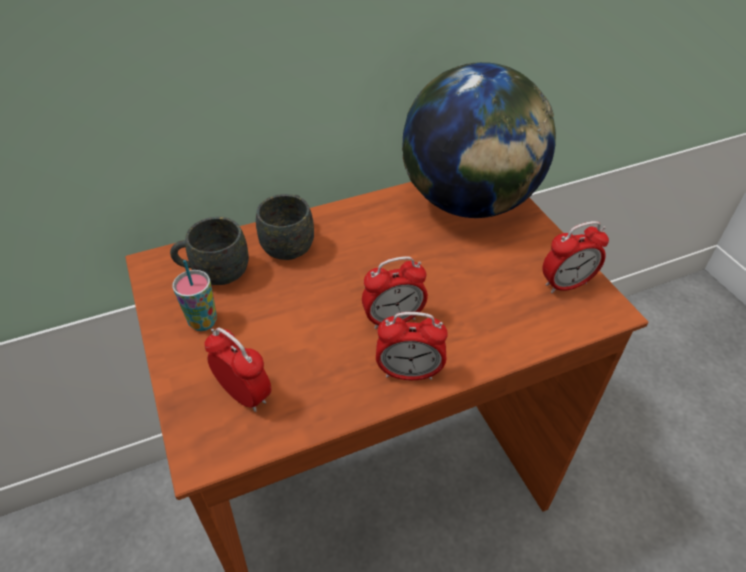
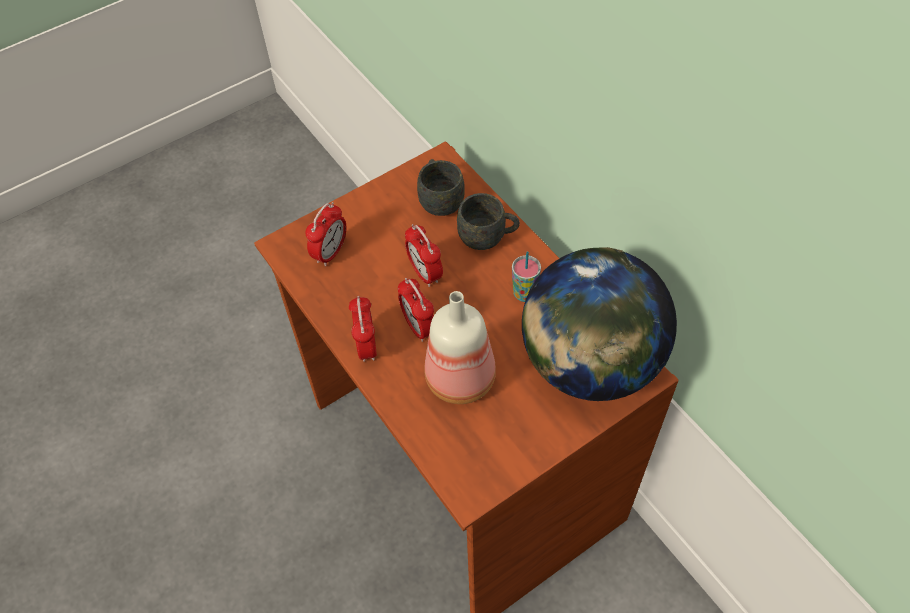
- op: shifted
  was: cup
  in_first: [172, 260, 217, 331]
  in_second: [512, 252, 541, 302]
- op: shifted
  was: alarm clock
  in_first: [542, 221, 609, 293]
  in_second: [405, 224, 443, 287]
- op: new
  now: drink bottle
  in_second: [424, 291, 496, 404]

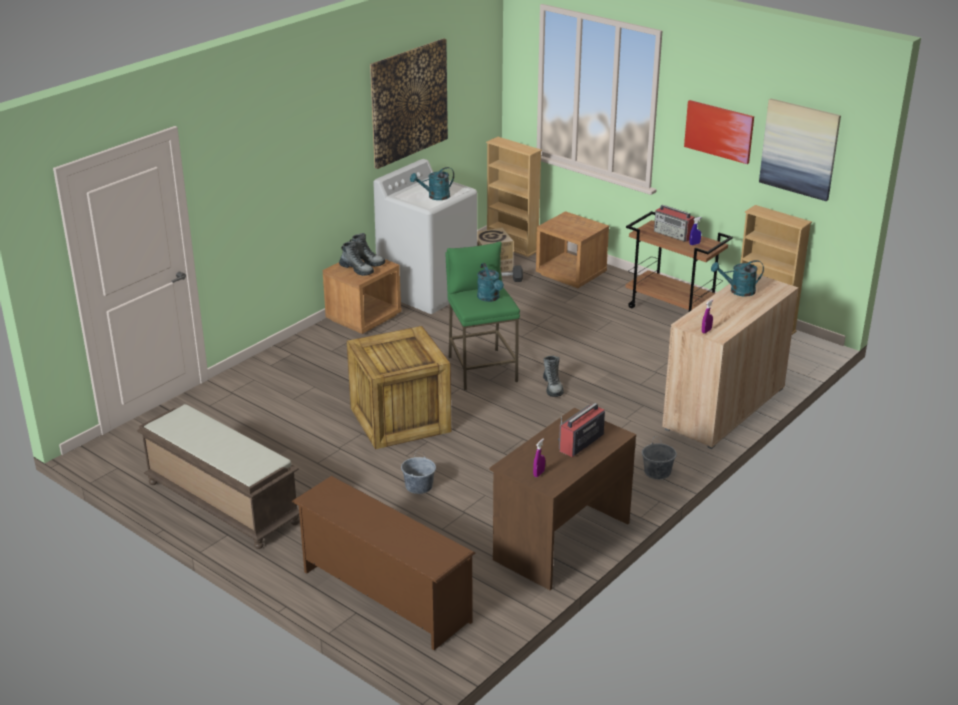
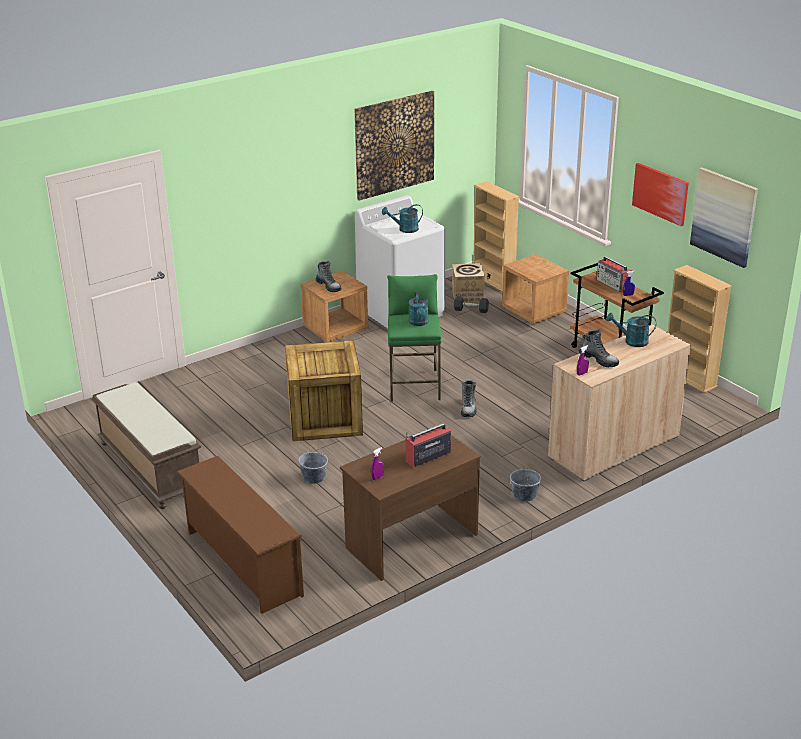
- op: shifted
  was: high-top boot
  in_first: [350, 233, 385, 267]
  in_second: [579, 329, 619, 367]

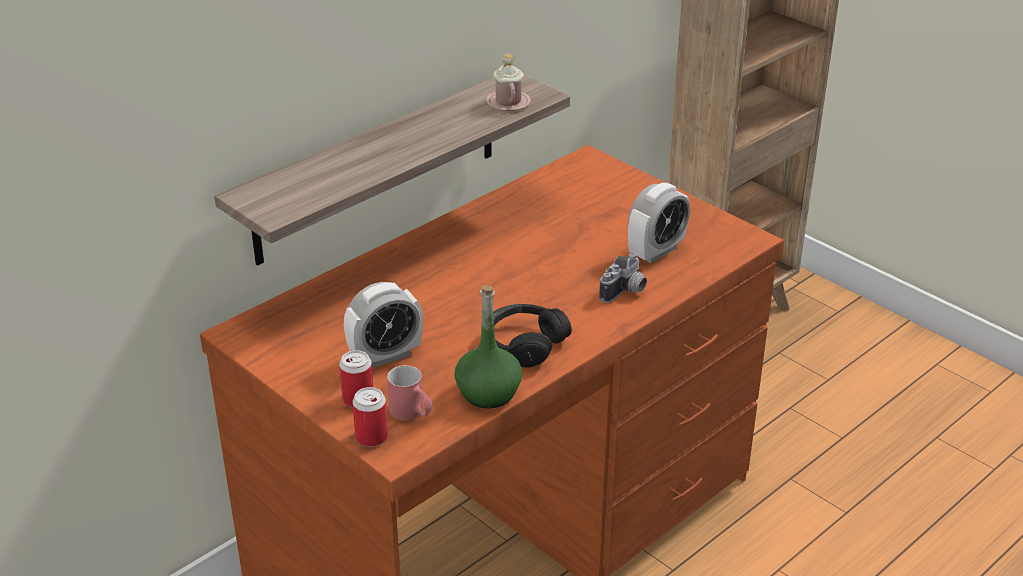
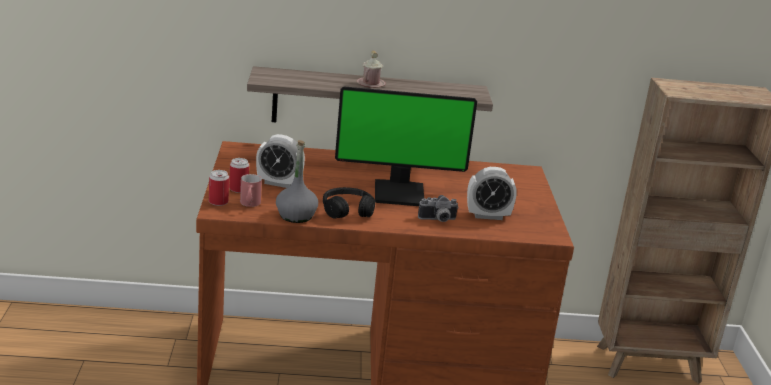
- op: repainted
  was: green-coloured drink bottle
  now: greyish drink bottle
  in_first: [454, 285, 522, 408]
  in_second: [276, 140, 318, 223]
- op: shifted
  was: pink coffee mug
  in_first: [486, 54, 531, 111]
  in_second: [357, 51, 386, 88]
- op: new
  now: computer display
  in_second: [335, 86, 477, 206]

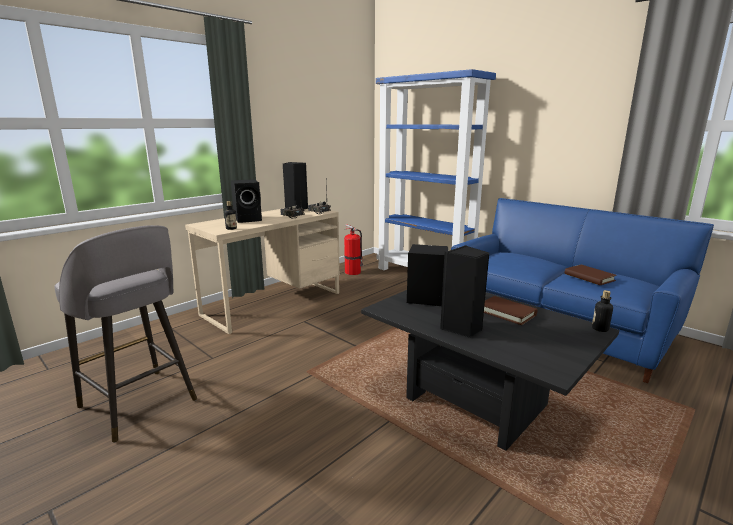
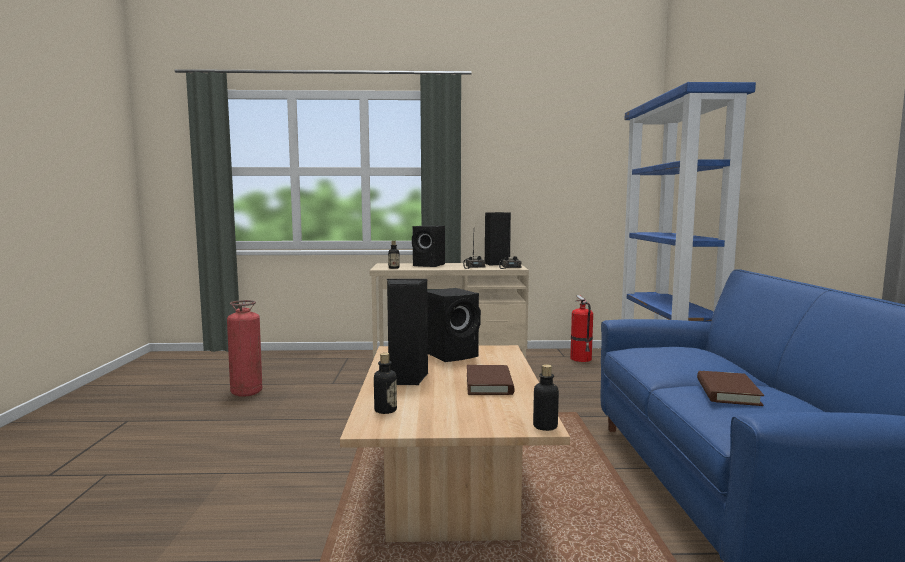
- op: swapped
  was: greyish sitting stool
  now: extinguisher
  in_first: [54, 225, 197, 443]
  in_second: [227, 300, 262, 397]
- op: repainted
  was: black low table
  now: beige low table
  in_first: [361, 290, 619, 451]
  in_second: [340, 345, 570, 542]
- op: new
  now: drink bottle
  in_second: [374, 353, 397, 414]

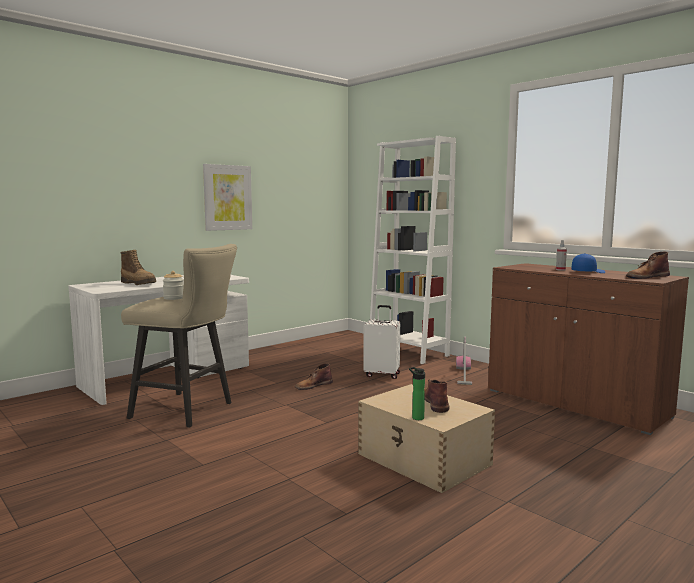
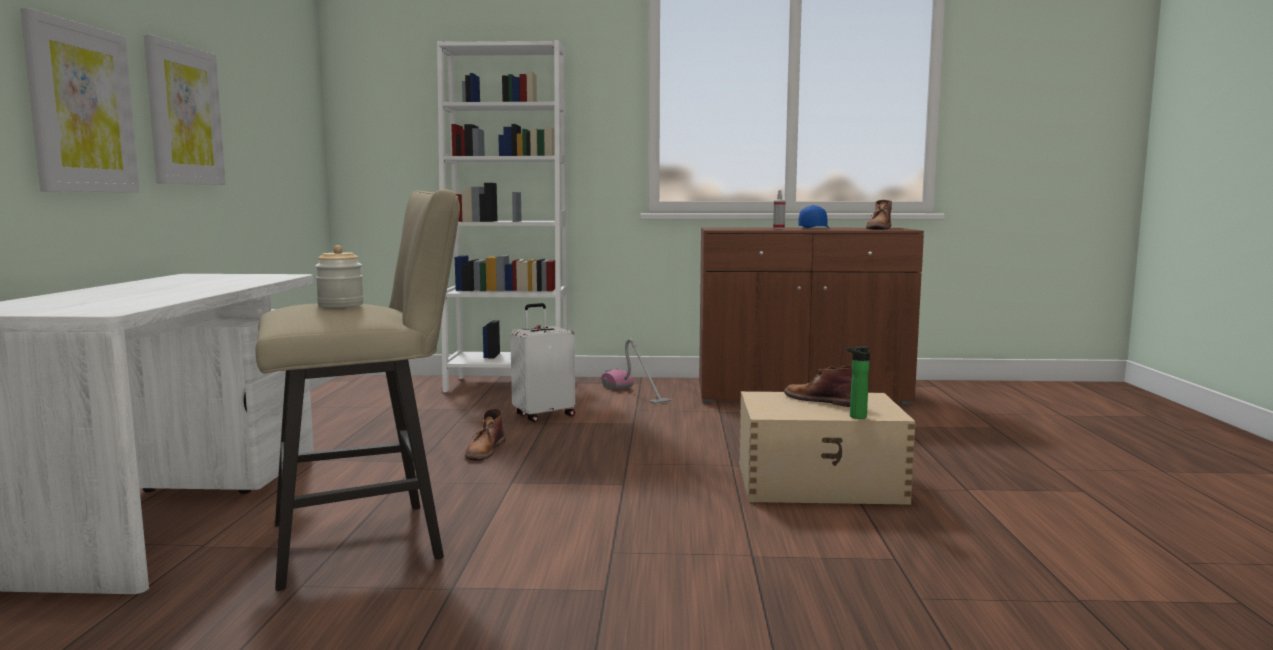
- op: gone
  was: high-top boot
  in_first: [120, 250, 156, 285]
- op: new
  now: picture
  in_second: [20, 8, 140, 192]

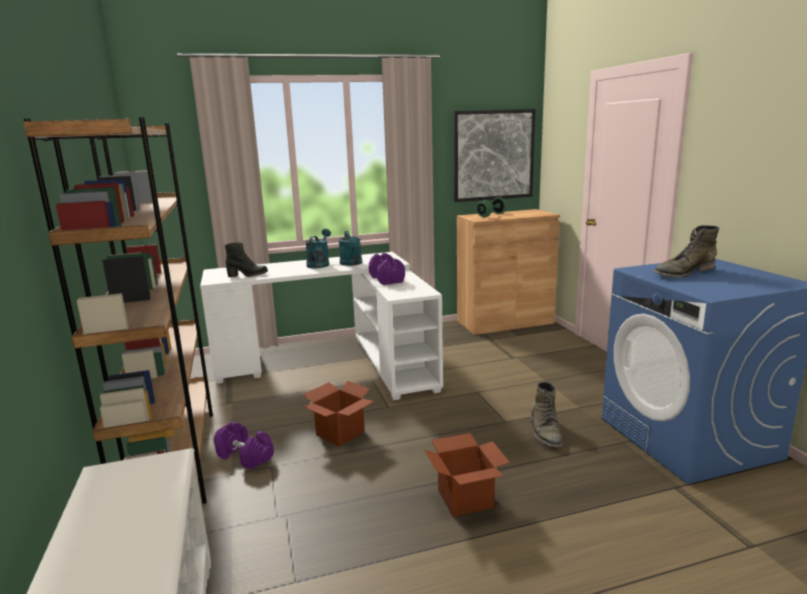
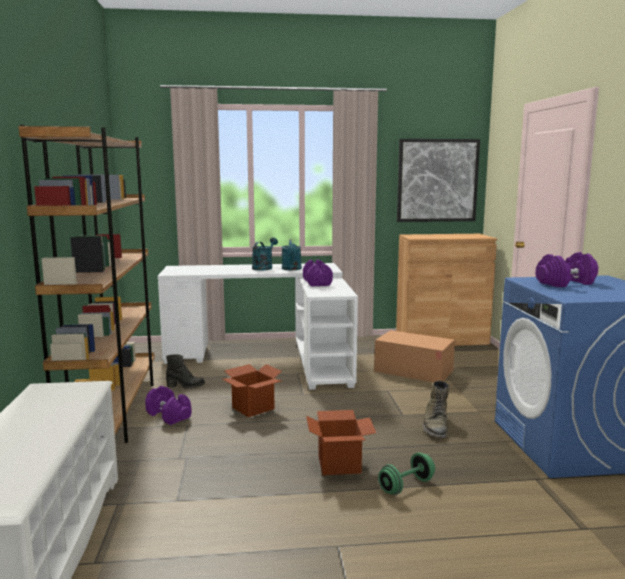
- op: shifted
  was: black high-top boot
  in_first: [225, 242, 268, 277]
  in_second: [166, 354, 205, 389]
- op: shifted
  was: green-coloured hand weight
  in_first: [476, 197, 507, 217]
  in_second: [378, 452, 435, 495]
- op: swapped
  was: green-coloured high-top boot
  now: purplish hand weight
  in_first: [653, 225, 719, 278]
  in_second: [536, 252, 598, 287]
- op: new
  now: carton
  in_second: [374, 330, 455, 382]

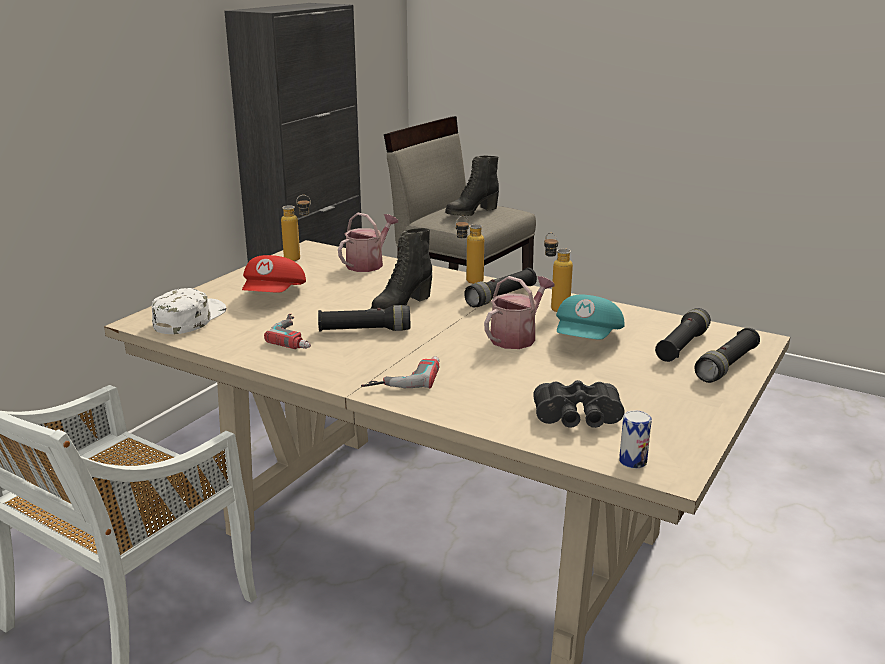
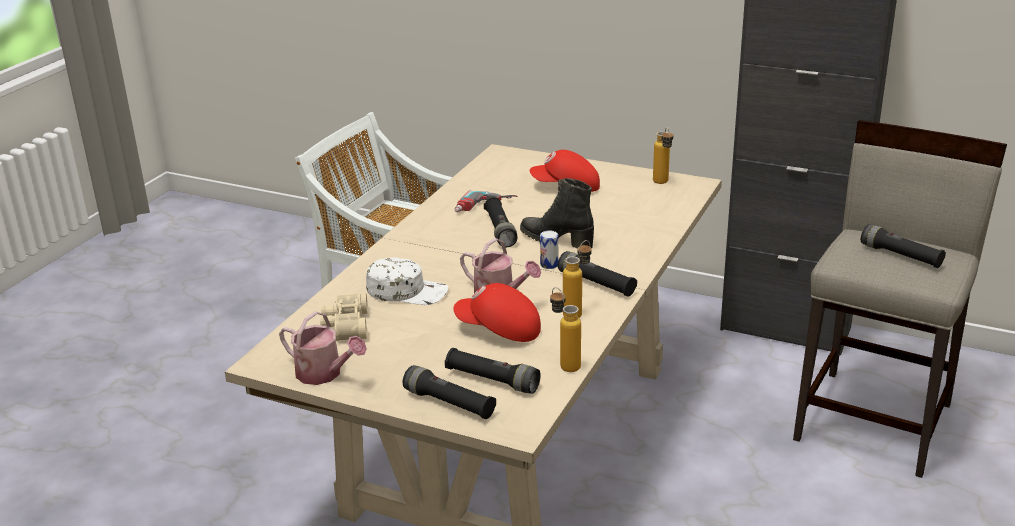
- op: shifted
  was: whitish baseball cap
  in_first: [152, 288, 226, 334]
  in_second: [366, 257, 449, 305]
- op: shifted
  was: sprinkling can
  in_first: [338, 212, 398, 272]
  in_second: [279, 311, 367, 385]
- op: gone
  was: electric drill
  in_first: [361, 356, 439, 388]
- op: swapped
  was: black high-top boot
  now: black flashlight
  in_first: [445, 156, 499, 216]
  in_second: [861, 224, 946, 268]
- op: shifted
  was: drink bottle
  in_first: [456, 216, 484, 284]
  in_second: [550, 287, 581, 372]
- op: repainted
  was: black pair of binoculars
  now: beige pair of binoculars
  in_first: [533, 380, 624, 428]
  in_second: [320, 293, 368, 341]
- op: repainted
  was: blue-green baseball cap
  now: reddish baseball cap
  in_first: [556, 294, 625, 340]
  in_second: [454, 283, 541, 342]
- op: shifted
  was: sealed can
  in_first: [619, 410, 652, 468]
  in_second: [540, 230, 558, 269]

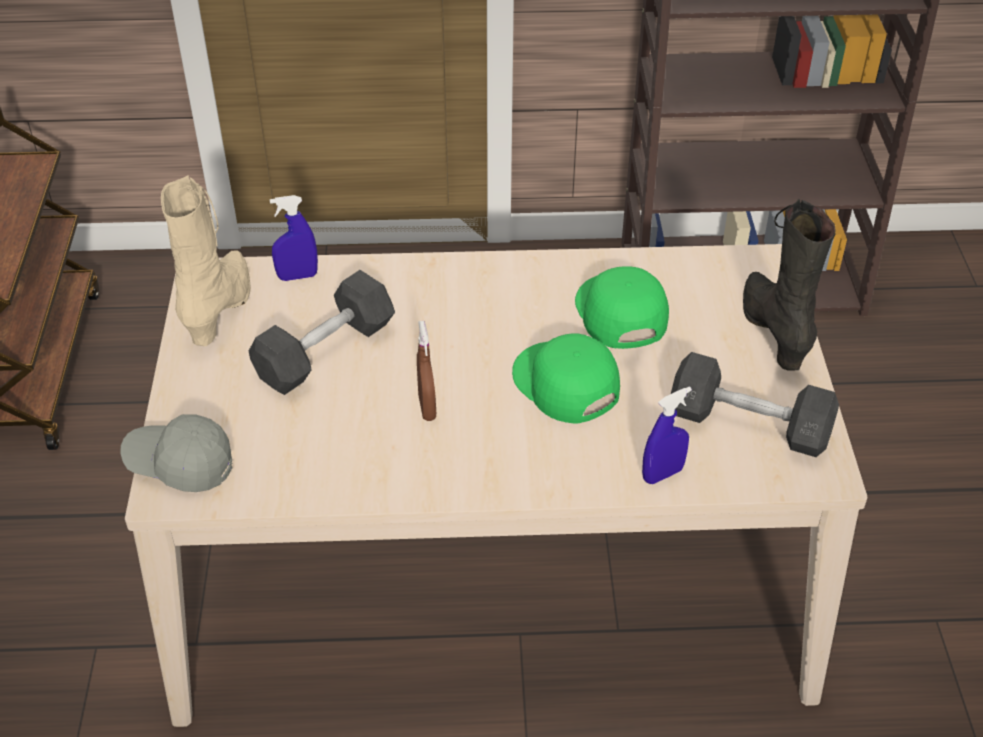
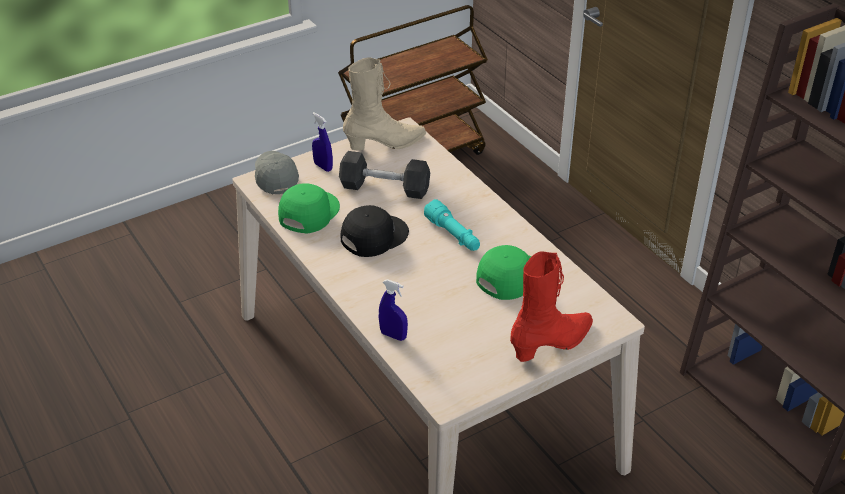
- op: shifted
  was: bluish sprayer
  in_first: [270, 195, 318, 281]
  in_second: [312, 112, 333, 172]
- op: swapped
  was: brown-coloured sprayer
  now: black baseball cap
  in_first: [417, 321, 436, 421]
  in_second: [340, 205, 409, 257]
- op: shifted
  was: green-coloured baseball cap
  in_first: [512, 333, 620, 423]
  in_second: [278, 183, 340, 233]
- op: gone
  was: greyish hand weight
  in_first: [671, 352, 839, 457]
- op: repainted
  was: black high-top boot
  now: reddish high-top boot
  in_first: [743, 199, 836, 371]
  in_second: [510, 251, 593, 362]
- op: new
  now: blue-green flashlight
  in_second: [424, 199, 480, 251]

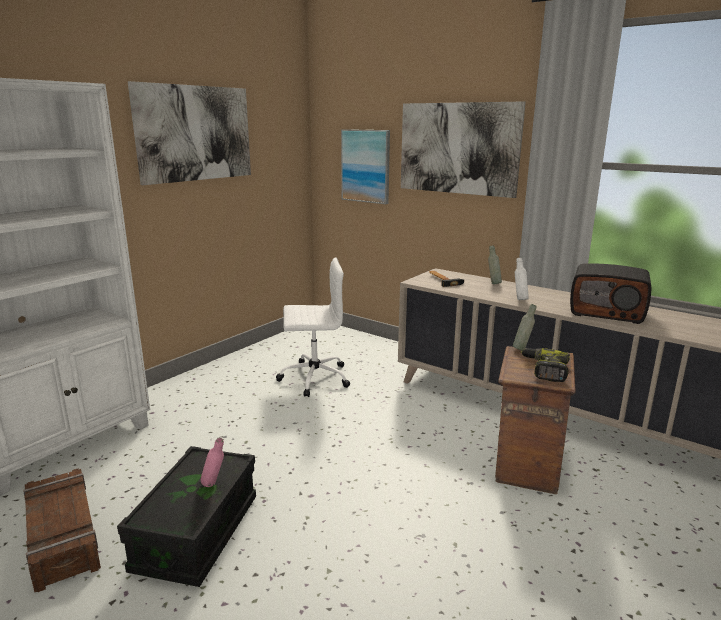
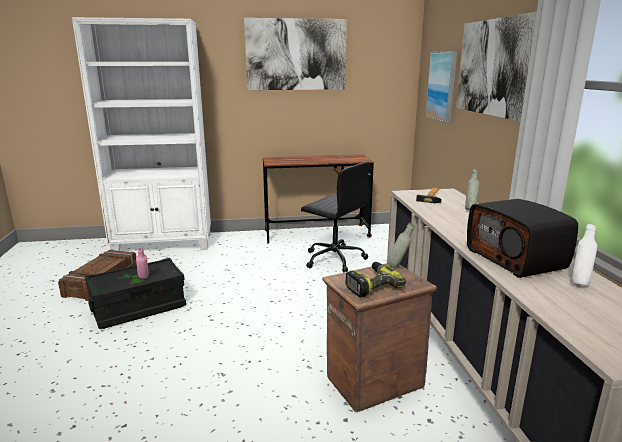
- op: repainted
  was: whitish office chair
  now: black office chair
  in_first: [276, 258, 350, 397]
  in_second: [301, 162, 370, 273]
- op: shifted
  was: whitish drink bottle
  in_first: [515, 258, 529, 300]
  in_second: [572, 224, 597, 286]
- op: new
  now: brown-coloured desk unit
  in_second: [263, 154, 374, 243]

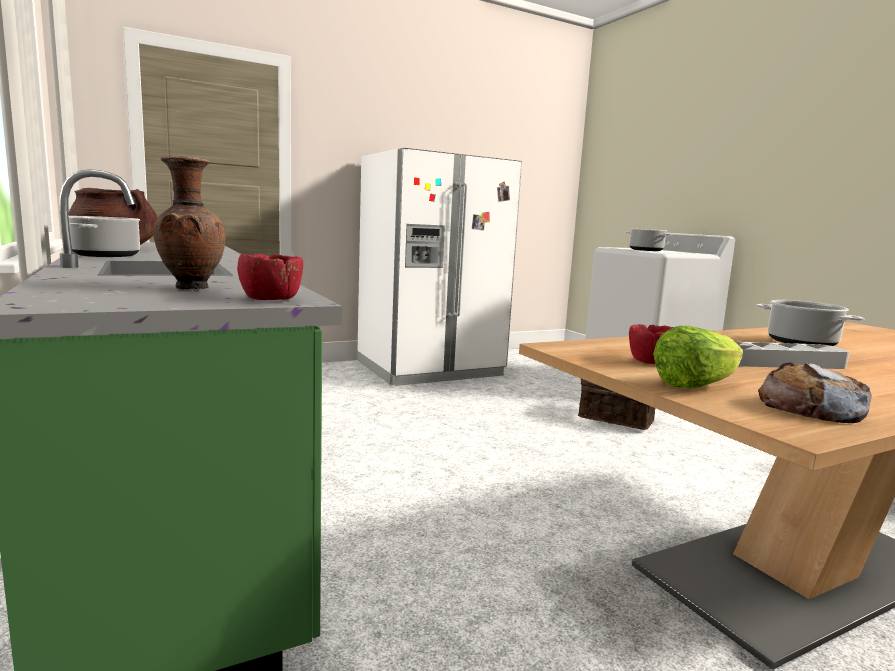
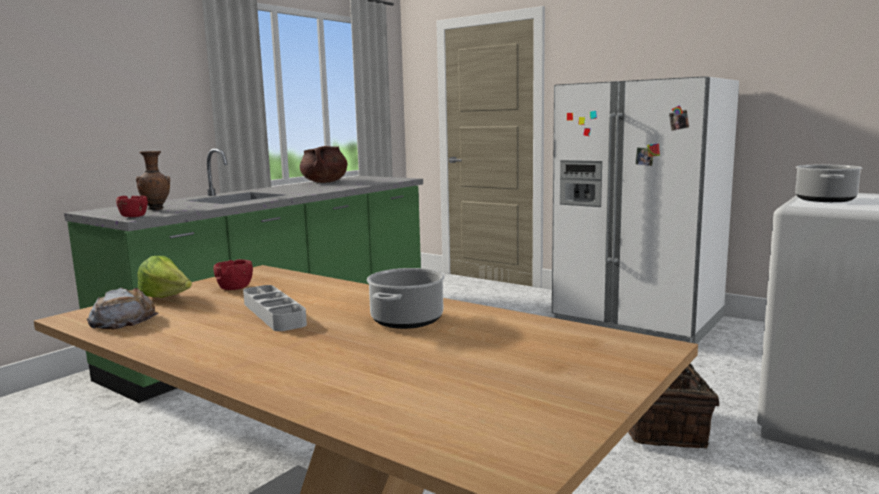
- op: gone
  was: cooking pot
  in_first: [69, 216, 140, 257]

